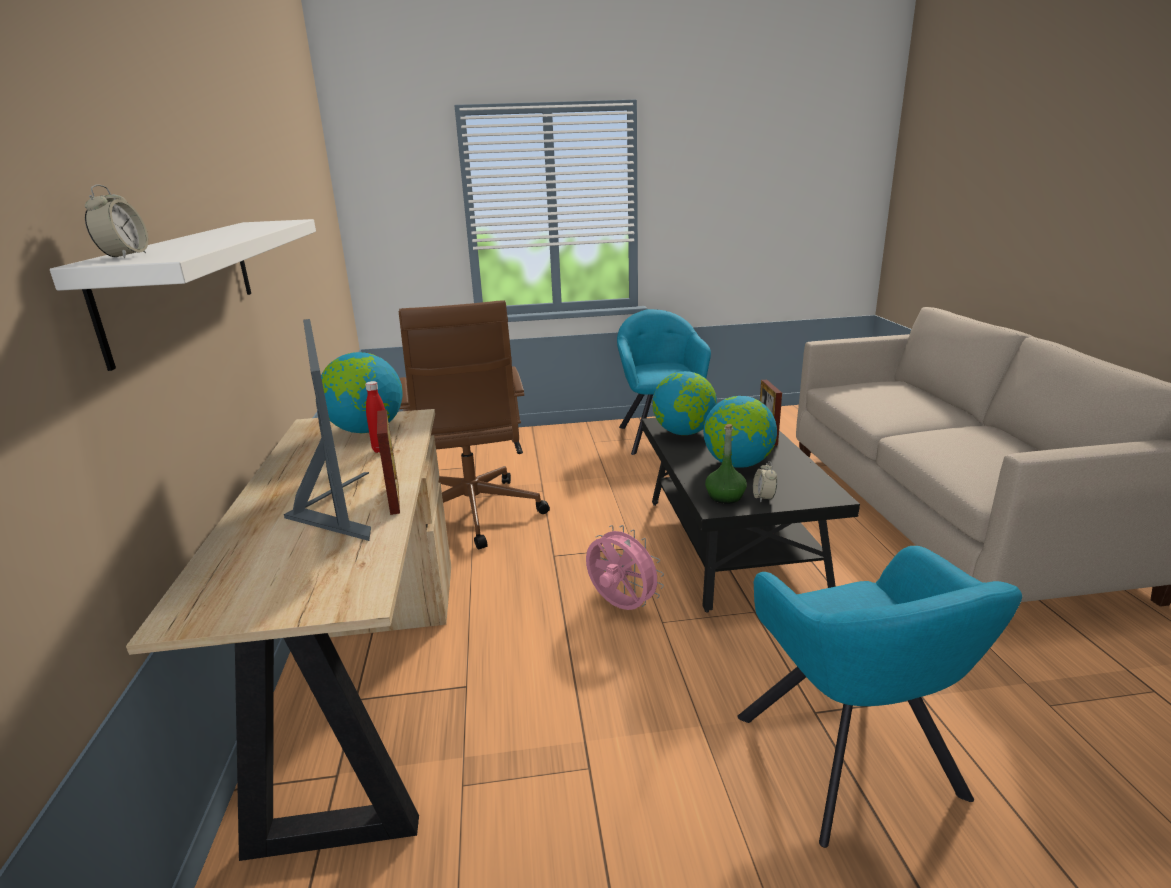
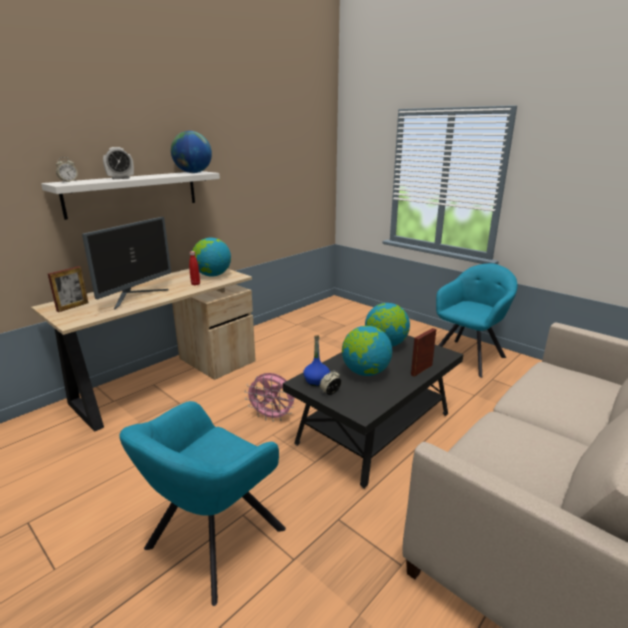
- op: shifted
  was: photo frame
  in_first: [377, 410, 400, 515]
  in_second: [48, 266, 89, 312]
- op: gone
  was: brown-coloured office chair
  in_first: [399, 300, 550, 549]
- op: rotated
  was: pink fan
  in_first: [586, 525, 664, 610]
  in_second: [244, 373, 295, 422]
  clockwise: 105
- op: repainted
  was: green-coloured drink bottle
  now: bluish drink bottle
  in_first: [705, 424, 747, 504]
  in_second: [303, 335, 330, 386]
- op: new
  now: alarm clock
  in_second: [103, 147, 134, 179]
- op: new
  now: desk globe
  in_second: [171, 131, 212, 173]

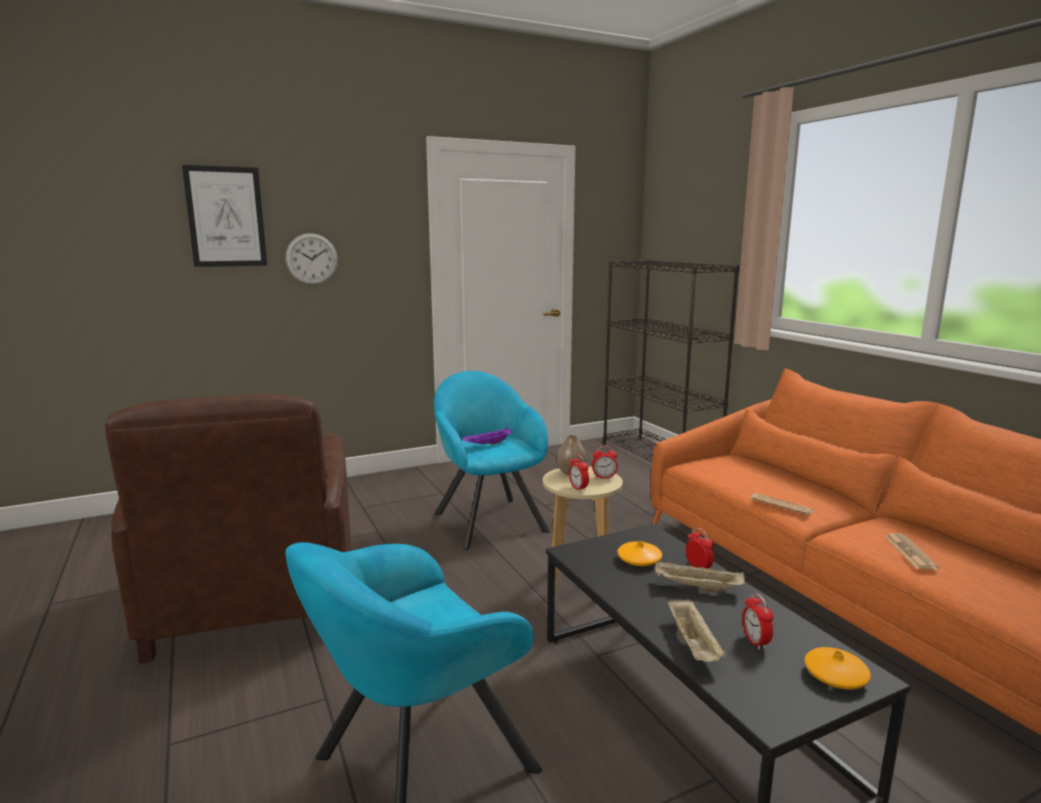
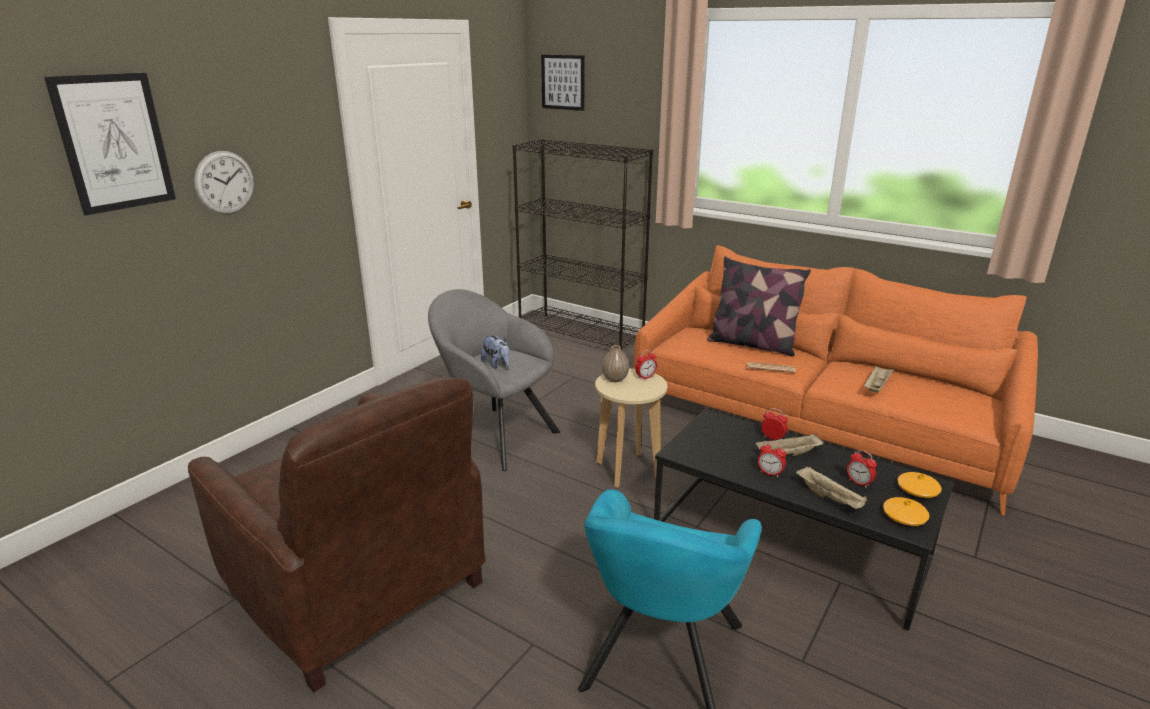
- op: repainted
  was: blue-green armchair
  now: greyish armchair
  in_first: [434, 371, 550, 550]
  in_second: [428, 289, 560, 471]
- op: swapped
  was: purplish tray
  now: plush toy
  in_first: [462, 428, 513, 445]
  in_second: [481, 335, 510, 369]
- op: shifted
  was: alarm clock
  in_first: [569, 454, 589, 492]
  in_second: [757, 441, 786, 477]
- op: shifted
  was: orange vase
  in_first: [617, 541, 662, 566]
  in_second: [883, 497, 929, 526]
- op: swapped
  was: printed paper
  now: beige tray
  in_first: [885, 533, 940, 570]
  in_second: [864, 365, 894, 392]
- op: new
  now: picture
  in_second: [541, 55, 585, 111]
- op: new
  now: throw pillow
  in_second: [707, 257, 811, 356]

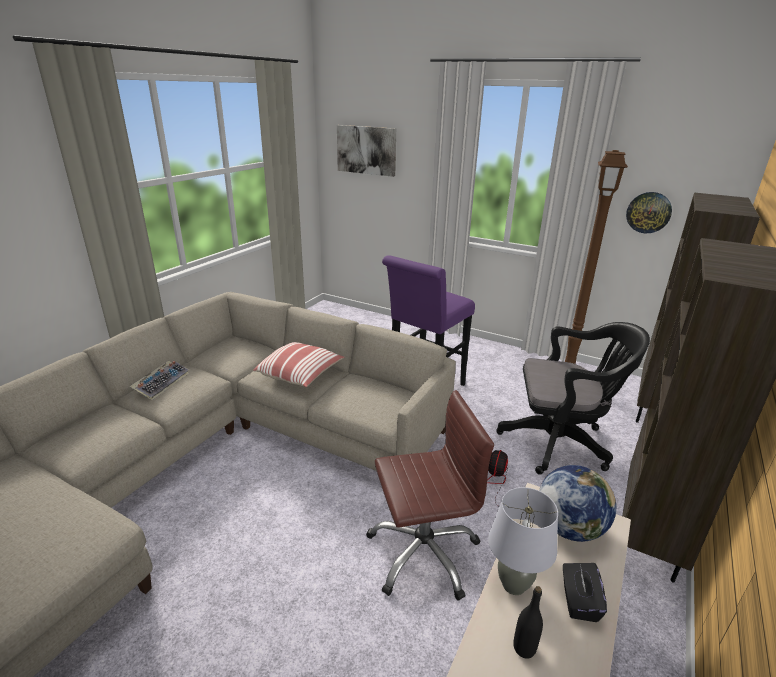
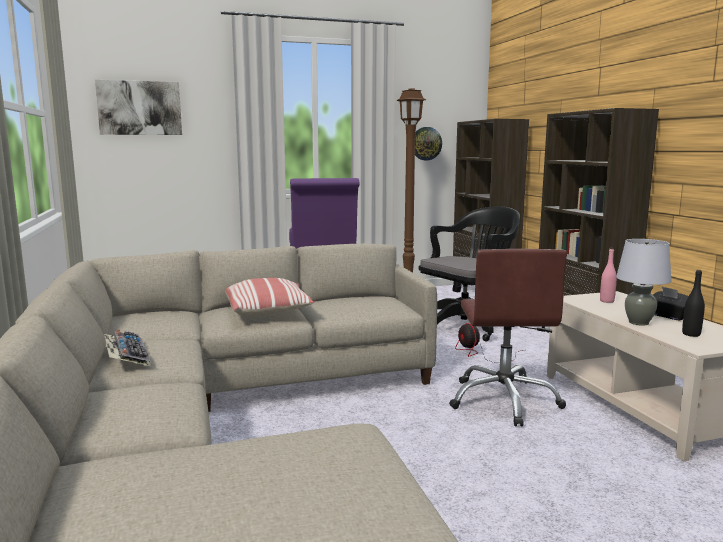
- op: rotated
  was: brown-coloured office chair
  in_first: [366, 390, 494, 601]
  in_second: [449, 249, 567, 426]
  clockwise: 150
- op: swapped
  was: desk globe
  now: pink drink bottle
  in_first: [539, 465, 616, 542]
  in_second: [600, 248, 617, 303]

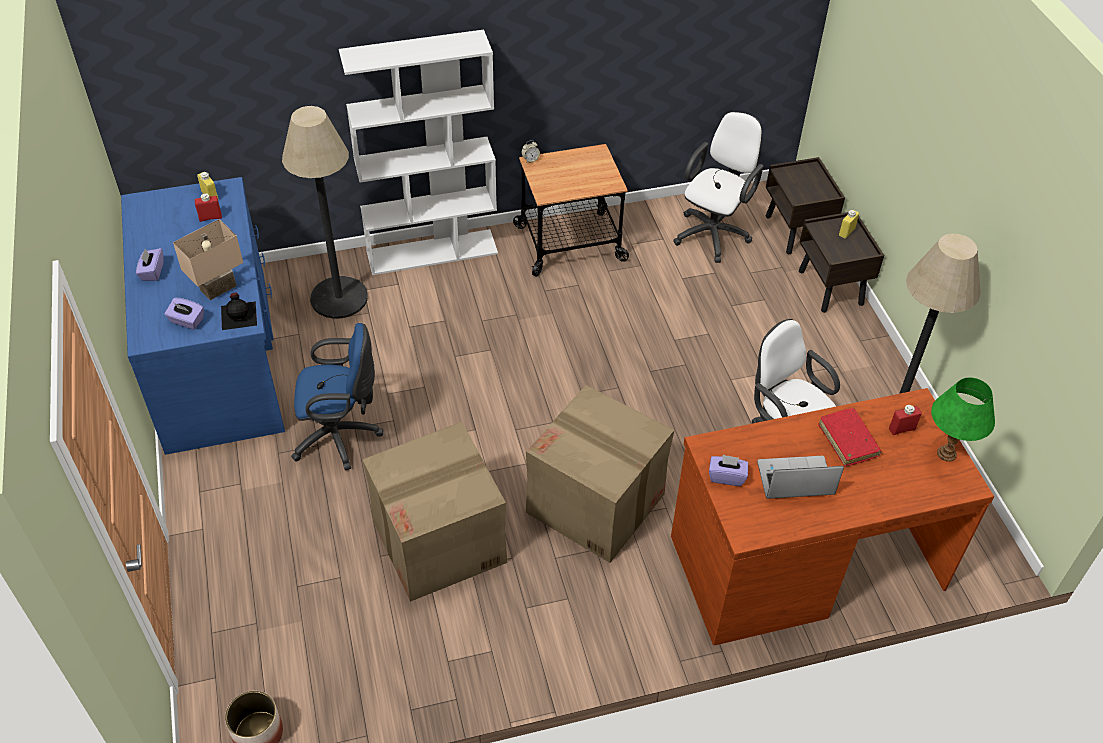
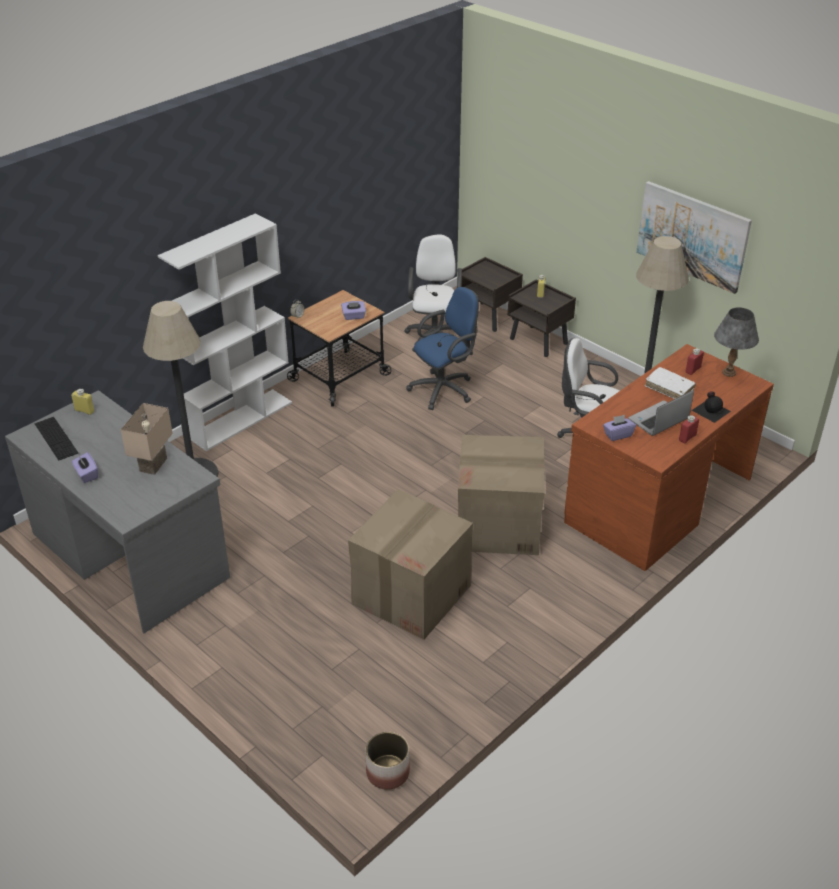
- op: repainted
  was: bluish desk unit
  now: greyish desk unit
  in_first: [121, 177, 285, 455]
  in_second: [5, 390, 230, 633]
- op: shifted
  was: purplish box of tissues
  in_first: [164, 298, 204, 329]
  in_second: [341, 301, 366, 320]
- op: shifted
  was: reddish drink bottle
  in_first: [195, 193, 222, 222]
  in_second: [679, 415, 699, 443]
- op: shifted
  was: black drink bottle
  in_first: [221, 293, 257, 330]
  in_second: [692, 391, 731, 423]
- op: shifted
  was: bluish office chair
  in_first: [291, 323, 383, 470]
  in_second: [406, 287, 479, 410]
- op: repainted
  was: reddish volume
  now: whitish volume
  in_first: [818, 408, 881, 467]
  in_second: [645, 367, 696, 399]
- op: repainted
  was: green-coloured tabletop lamp
  now: greyish tabletop lamp
  in_first: [931, 377, 995, 462]
  in_second: [714, 307, 759, 377]
- op: new
  now: computer keyboard
  in_second: [35, 417, 78, 460]
- op: new
  now: picture
  in_second: [636, 181, 752, 294]

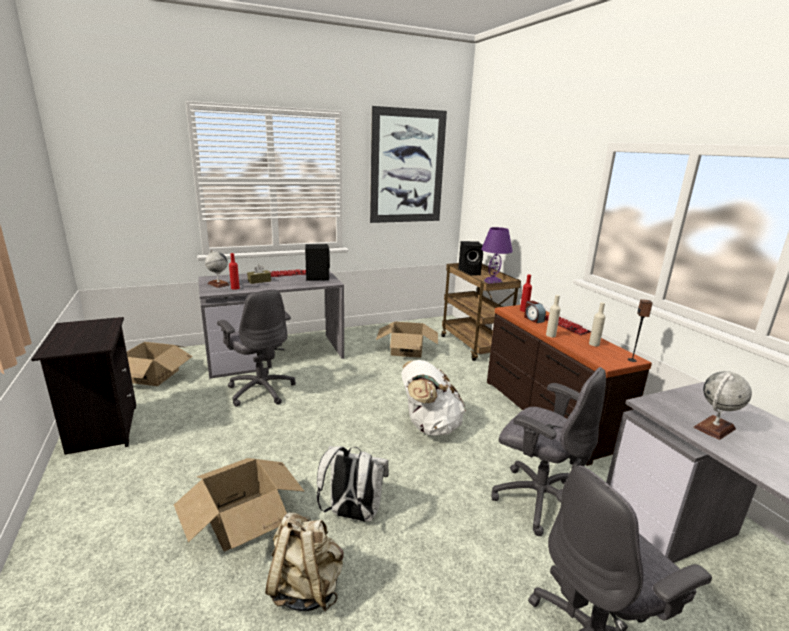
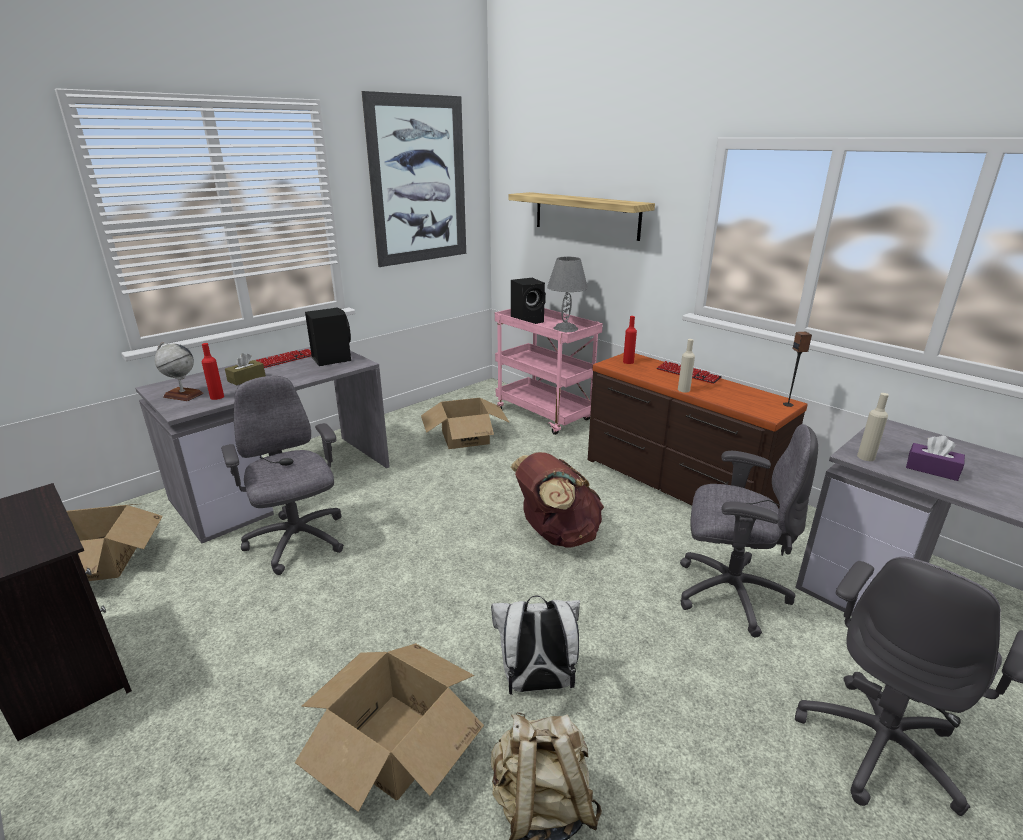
- op: rotated
  was: greyish office chair
  in_first: [217, 289, 296, 407]
  in_second: [221, 376, 344, 575]
  clockwise: -150
- op: repainted
  was: whitish rucksack
  now: brown-coloured rucksack
  in_first: [401, 360, 466, 436]
  in_second: [510, 452, 604, 548]
- op: repainted
  was: brown-coloured trolley
  now: pink trolley
  in_first: [441, 263, 521, 361]
  in_second: [495, 308, 603, 435]
- op: repainted
  was: purplish tabletop lamp
  now: greyish tabletop lamp
  in_first: [481, 227, 513, 283]
  in_second: [547, 257, 588, 332]
- op: gone
  was: alarm clock
  in_first: [524, 300, 546, 323]
- op: shifted
  was: beige drink bottle
  in_first: [589, 302, 605, 346]
  in_second: [857, 393, 889, 461]
- op: swapped
  was: desk globe
  now: purplish box of tissues
  in_first: [693, 371, 752, 440]
  in_second: [906, 436, 965, 481]
- op: new
  now: bracket shelf
  in_second: [509, 192, 655, 241]

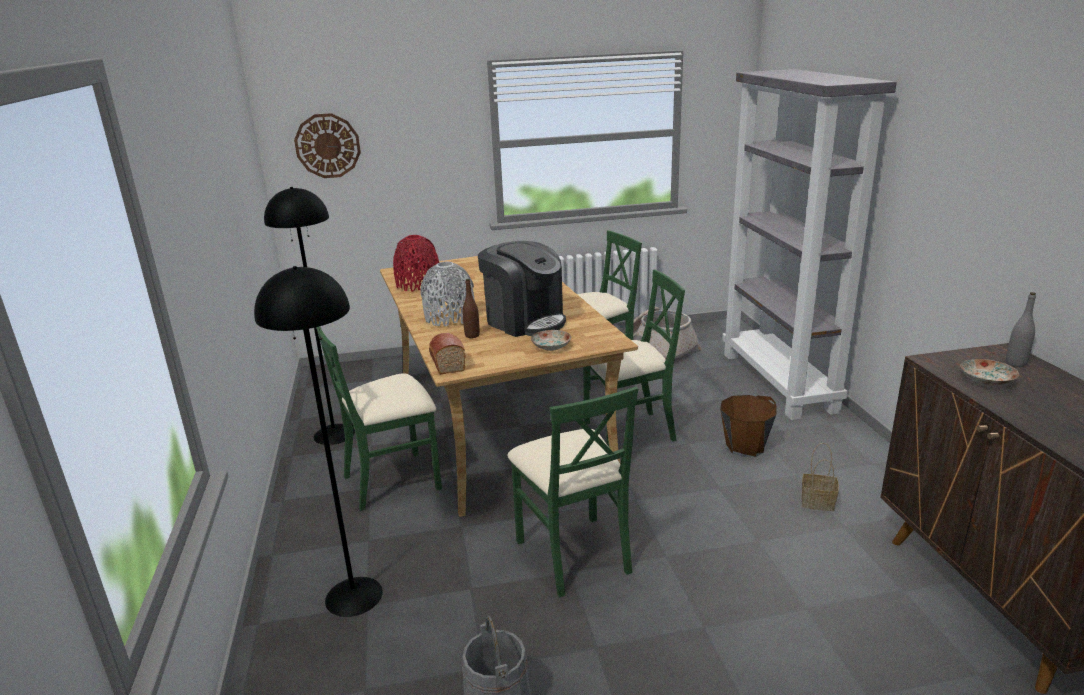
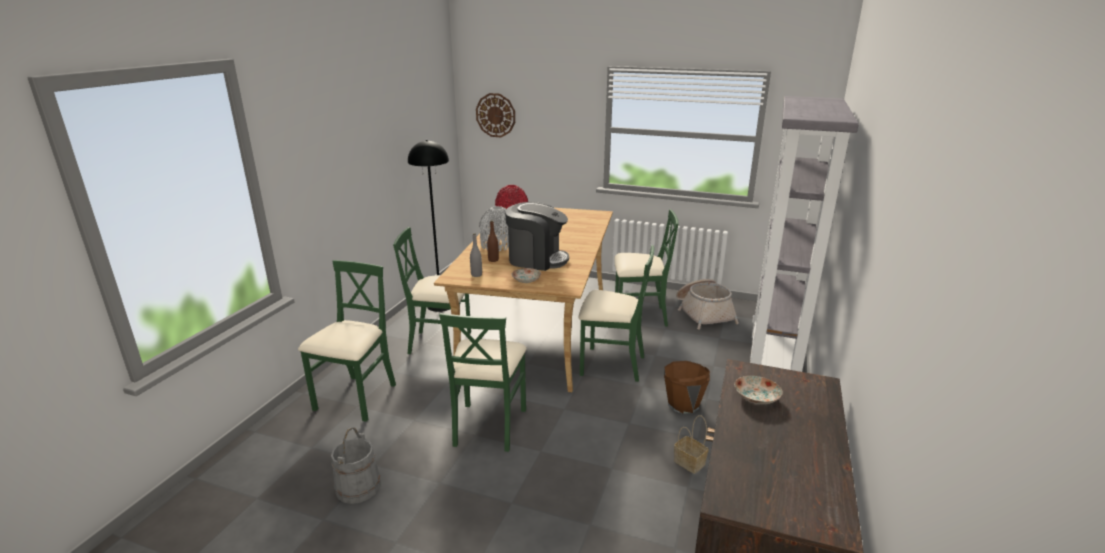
- op: swapped
  was: black standing lamp
  now: green-coloured upright chair
  in_first: [254, 266, 383, 617]
  in_second: [298, 260, 396, 422]
- op: gone
  was: baked bread
  in_first: [429, 333, 466, 374]
- op: rotated
  was: coffee brewer
  in_first: [478, 241, 566, 337]
  in_second: [505, 202, 569, 271]
  clockwise: -60
- op: shifted
  was: greyish drink bottle
  in_first: [1006, 292, 1036, 367]
  in_second: [470, 233, 482, 277]

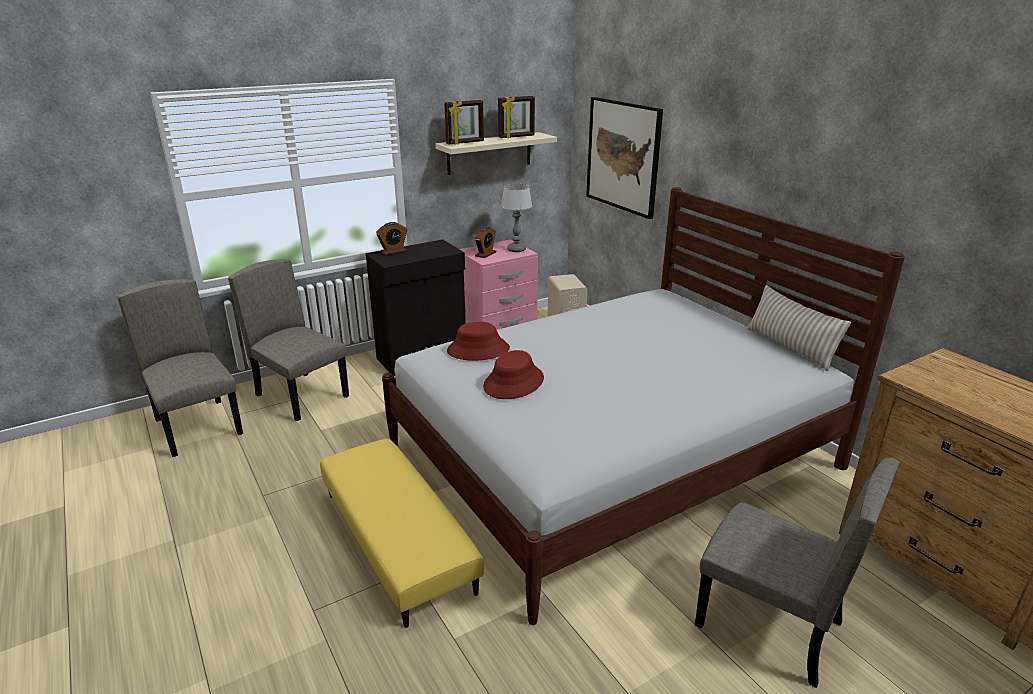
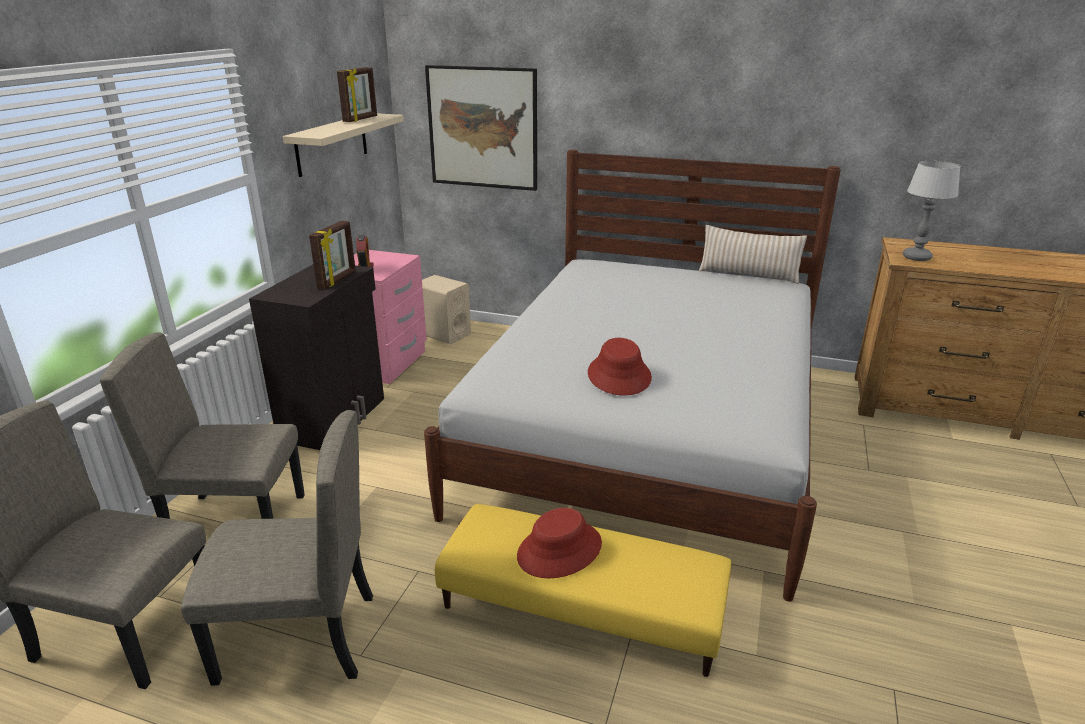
- op: gone
  was: alarm clock
  in_first: [376, 222, 407, 256]
- op: shifted
  was: photo frame
  in_first: [444, 100, 484, 145]
  in_second: [309, 221, 356, 289]
- op: shifted
  was: reddish clothing hat
  in_first: [447, 322, 510, 361]
  in_second: [517, 508, 602, 578]
- op: shifted
  was: tabletop lamp
  in_first: [501, 184, 532, 252]
  in_second: [903, 161, 961, 261]
- op: shifted
  was: beige upright chair
  in_first: [695, 457, 900, 688]
  in_second: [181, 410, 373, 686]

